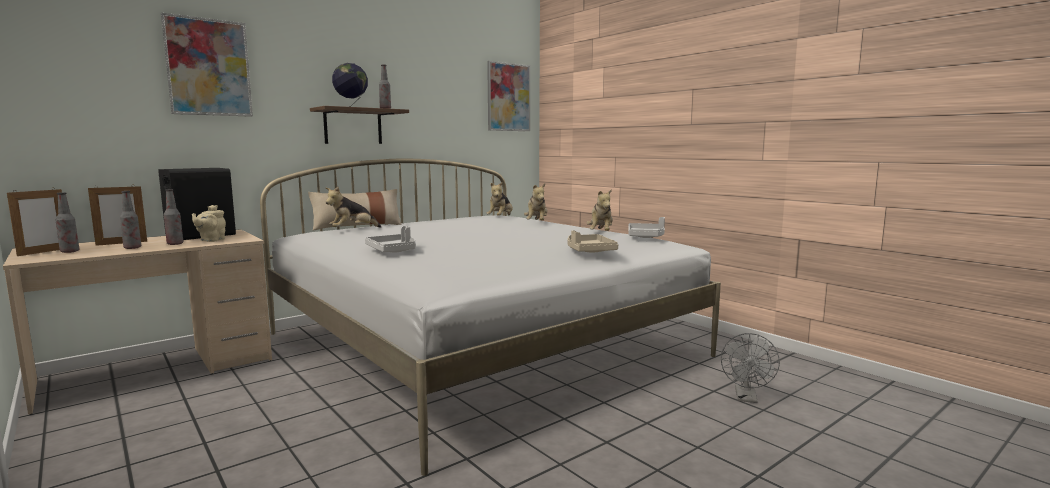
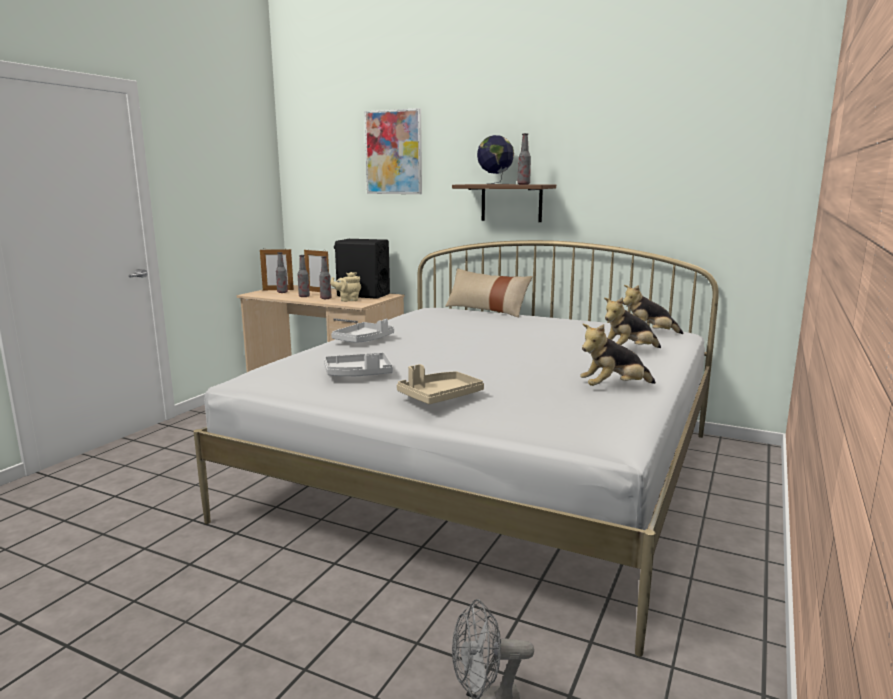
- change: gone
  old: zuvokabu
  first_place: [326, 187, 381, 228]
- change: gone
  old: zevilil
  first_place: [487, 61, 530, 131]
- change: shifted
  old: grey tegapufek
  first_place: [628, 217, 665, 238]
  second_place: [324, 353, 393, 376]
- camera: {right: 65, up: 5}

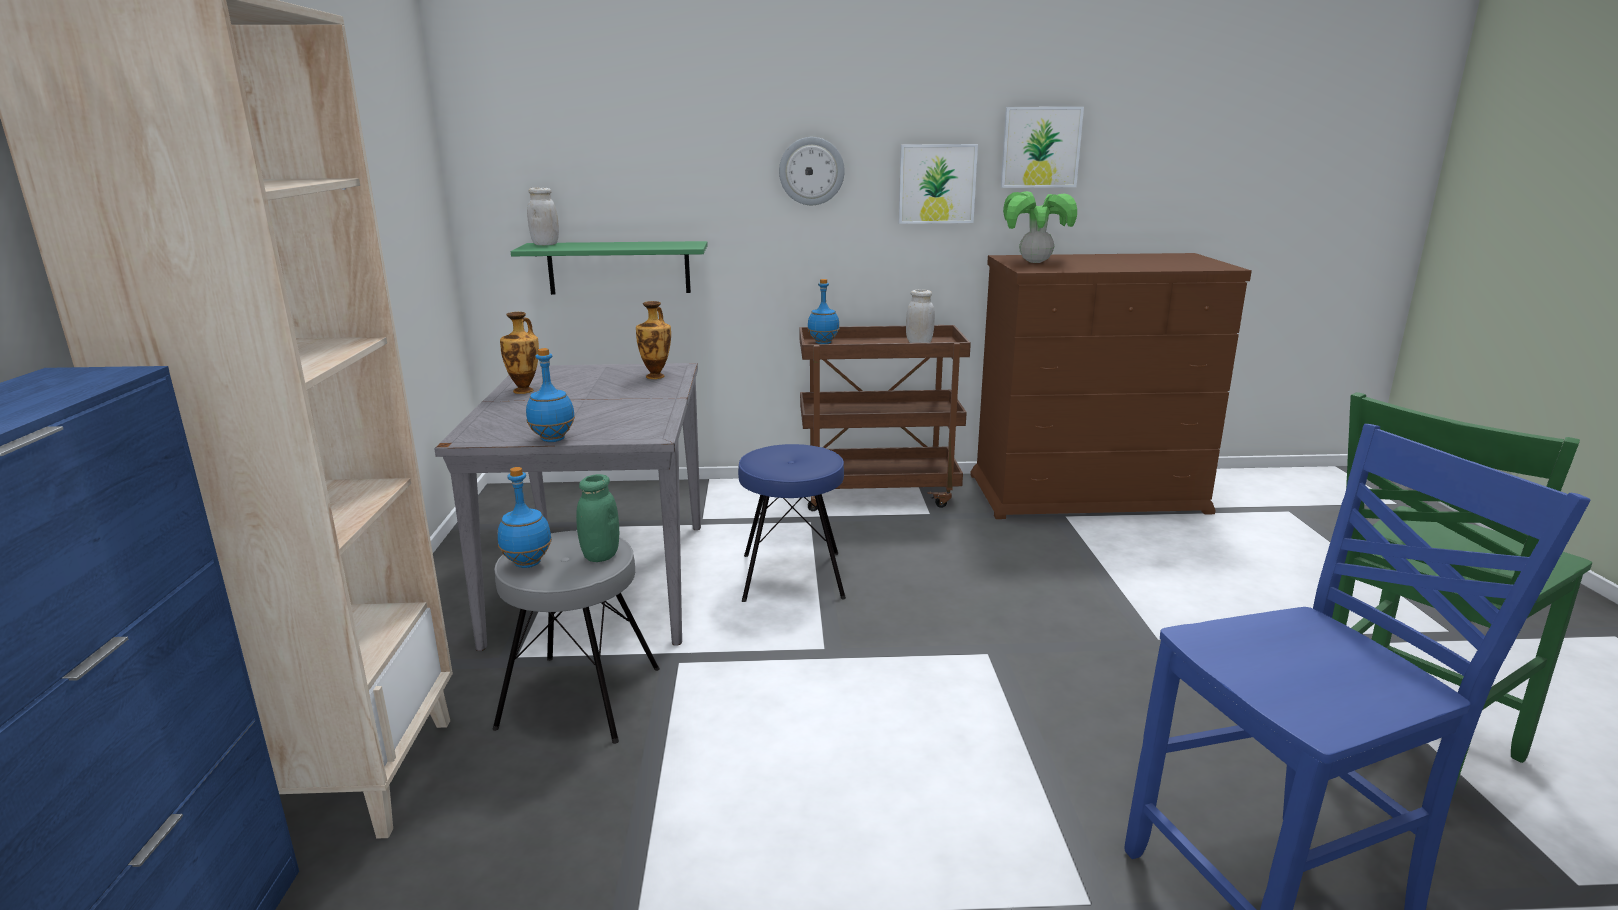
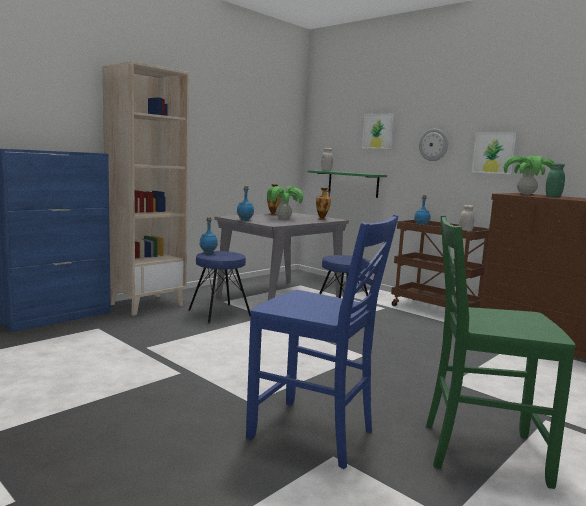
- change: new
  new: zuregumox
  second_place: [267, 186, 303, 219]
- change: shifted
  old: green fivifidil
  first_place: [576, 474, 619, 562]
  second_place: [546, 163, 565, 197]
- change: shifted
  old: zevilil
  first_place: [1001, 107, 1084, 188]
  second_place: [362, 113, 395, 149]
- change: repainted
  old: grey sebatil
  new: blue sebatil
  first_place: [493, 531, 660, 744]
  second_place: [188, 251, 251, 324]
- camera: {right: 45, up: -10}

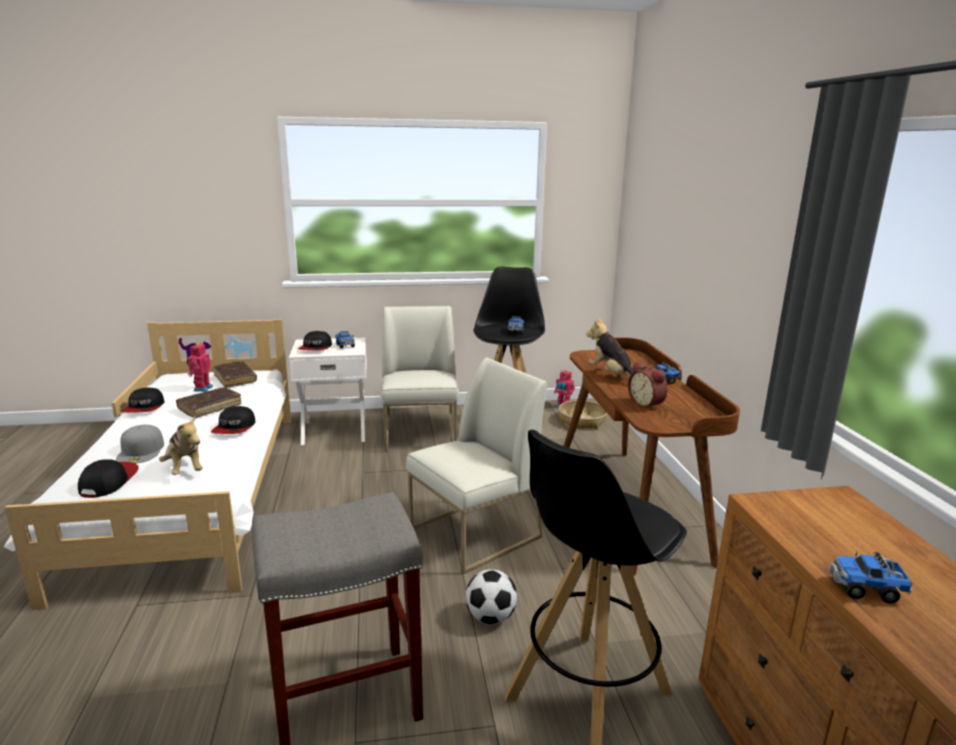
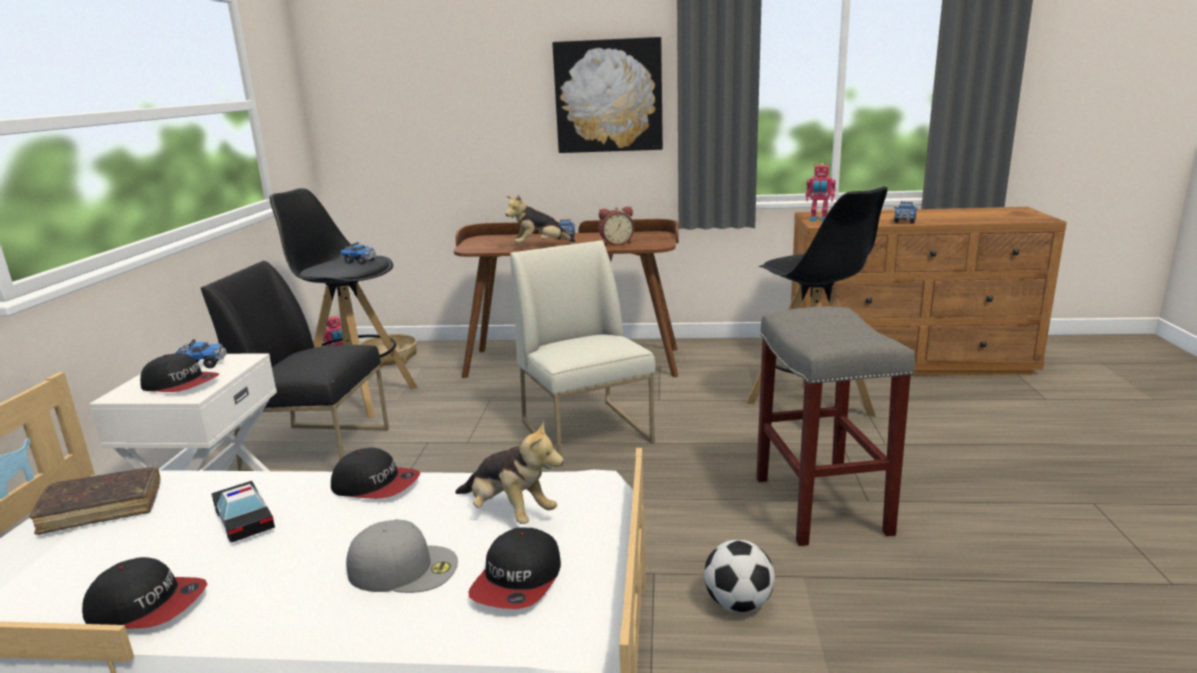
- change: new
  new: zevilil
  second_place: [552, 37, 663, 153]
- change: shifted
  old: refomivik
  first_place: [187, 342, 213, 392]
  second_place: [806, 163, 836, 221]
- change: shifted
  old: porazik
  first_place: [466, 569, 517, 624]
  second_place: [704, 540, 775, 612]
- change: swapped
  old: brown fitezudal
  new: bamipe
  first_place: [176, 388, 242, 418]
  second_place: [211, 481, 275, 542]
- change: repainted
  old: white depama
  new: black depama
  first_place: [380, 306, 459, 452]
  second_place: [201, 261, 389, 472]
- change: rotated
  old: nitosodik
  first_place: [78, 459, 139, 498]
  second_place: [469, 528, 561, 609]
  degrees: -90
- change: rotated
  old: zuvokabu
  first_place: [159, 416, 203, 475]
  second_place: [455, 420, 564, 524]
  degrees: 60
- camera: {right: -75, up: 0}

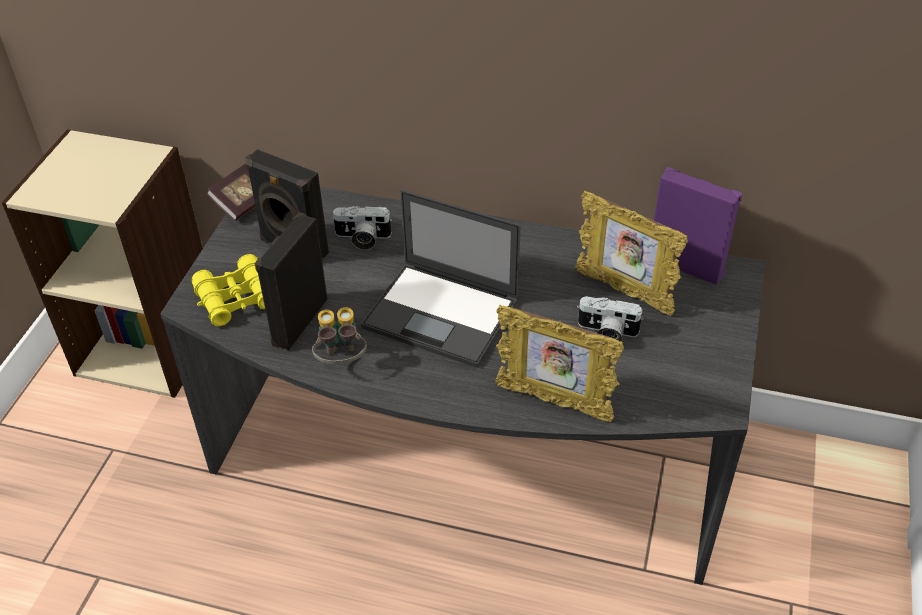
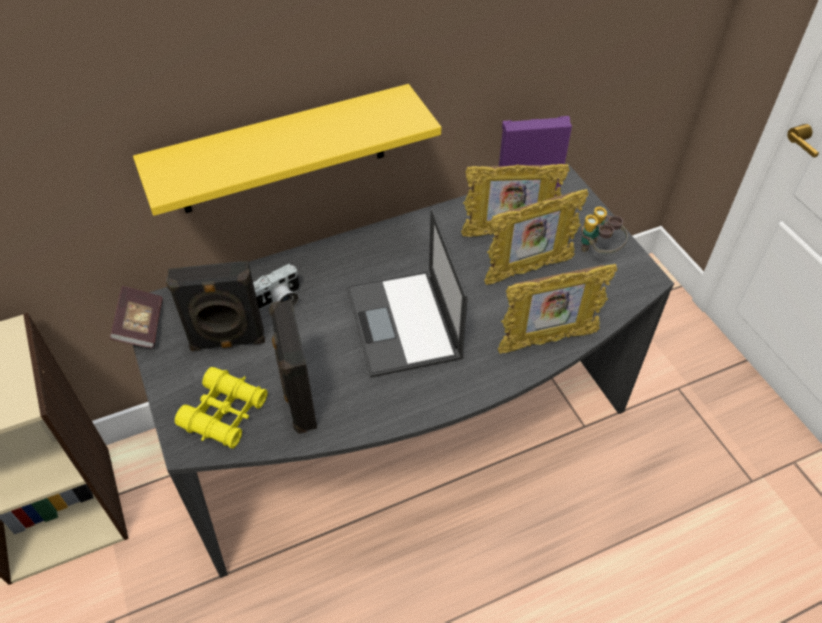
- change: new
  new: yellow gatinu
  second_place: [133, 84, 441, 216]
- change: shifted
  old: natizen
  first_place: [312, 307, 367, 365]
  second_place: [581, 206, 628, 254]
- change: swapped
  old: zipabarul
  new: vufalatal
  first_place: [577, 296, 644, 342]
  second_place: [484, 189, 588, 285]
- change: rotated
  old: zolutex
  first_place: [361, 190, 521, 368]
  second_place: [347, 208, 468, 378]
  degrees: 90
- camera: {right: -40, up: 5}

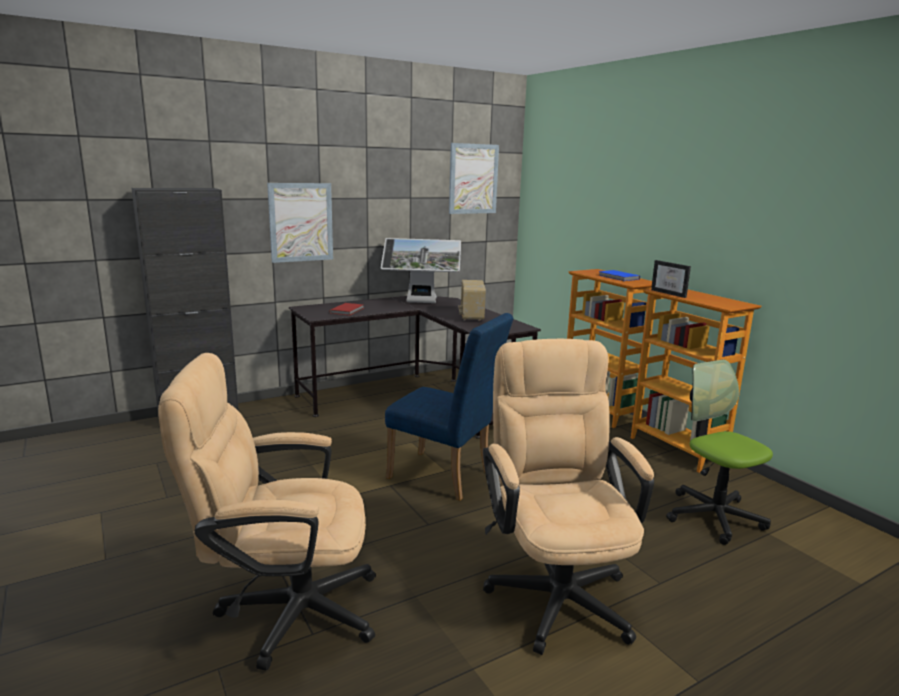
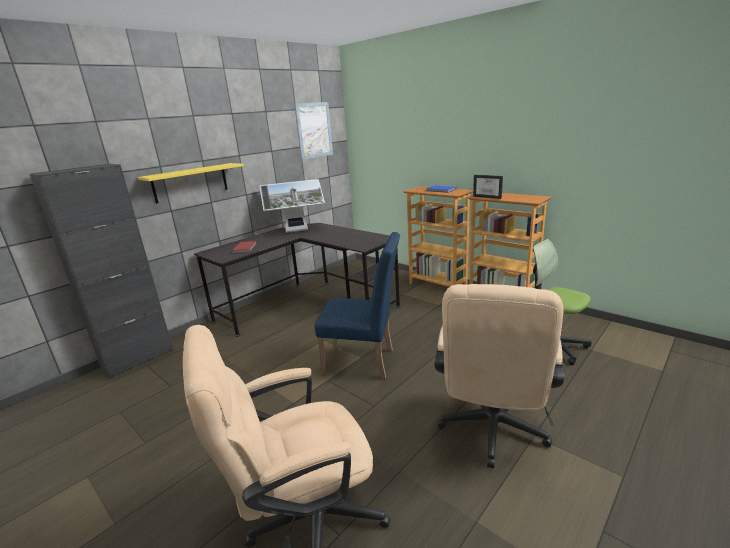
- change: gone
  old: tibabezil
  first_place: [459, 280, 486, 321]
- change: swapped
  old: zevilil
  new: yellow gatinu
  first_place: [267, 183, 333, 263]
  second_place: [138, 163, 244, 204]
- change: rotated
  old: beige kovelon
  first_place: [483, 339, 654, 655]
  second_place: [435, 284, 564, 468]
  degrees: -135
- camera: {right: -15, up: 5}

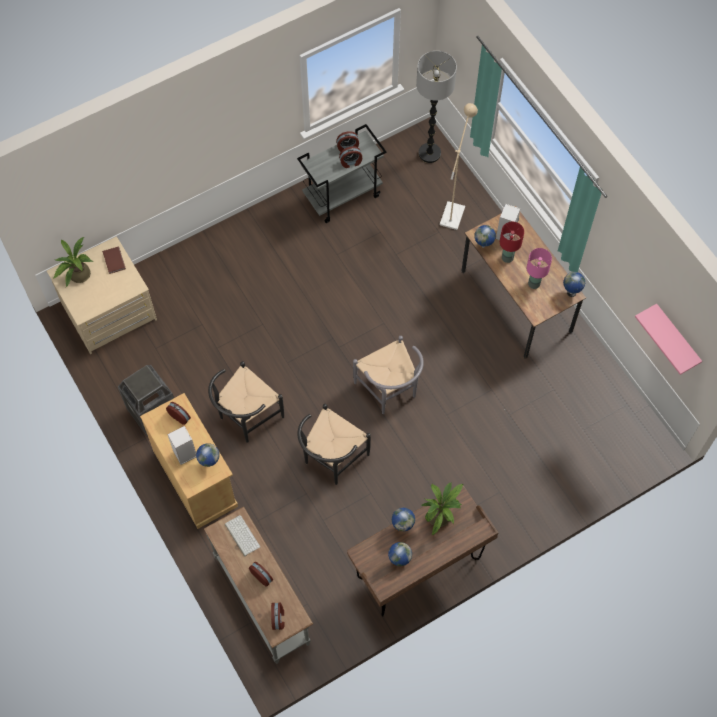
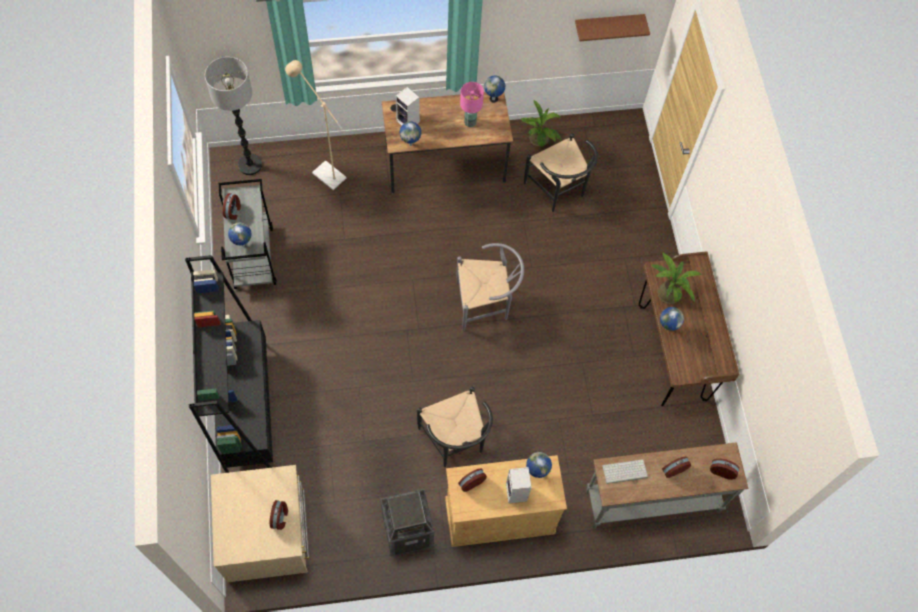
- change: gone
  old: brown fitezudal
  first_place: [102, 247, 126, 274]
- change: gone
  old: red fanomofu
  first_place: [500, 222, 524, 263]
- change: new
  new: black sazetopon
  second_place: [185, 255, 273, 473]
- change: shifted
  old: zuregumox
  first_place: [54, 237, 93, 287]
  second_place: [521, 100, 562, 147]
- change: shifted
  old: black depama
  first_place: [297, 404, 371, 485]
  second_place: [524, 133, 598, 212]
- change: shifted
  old: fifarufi
  first_place: [339, 146, 362, 168]
  second_place: [270, 500, 288, 530]
- change: shifted
  old: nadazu
  first_place: [388, 542, 412, 566]
  second_place: [228, 222, 252, 246]
- change: repainted
  old: pink gatinu
  new: brown gatinu
  first_place: [635, 304, 702, 375]
  second_place: [575, 14, 650, 41]
- camera: {right: -70, up: 0}

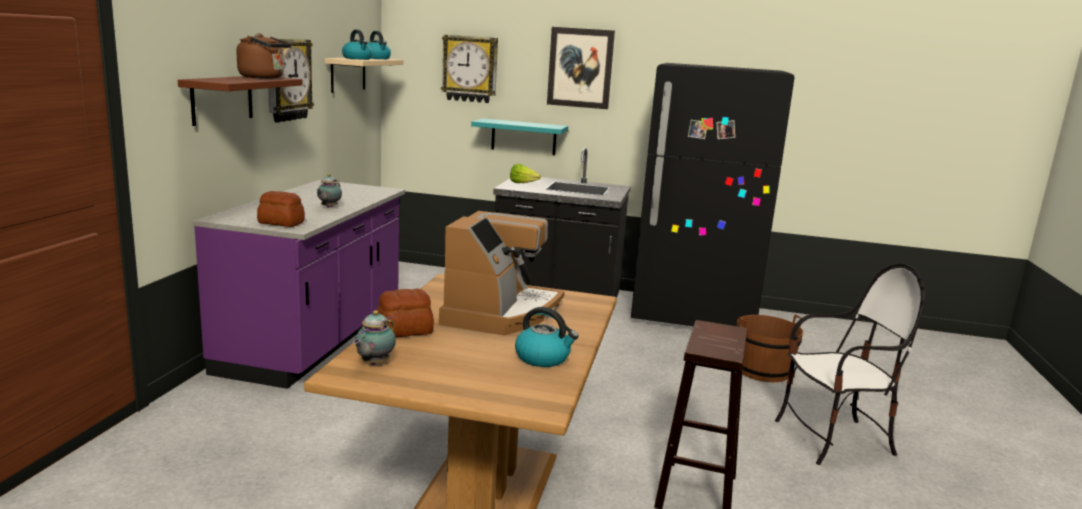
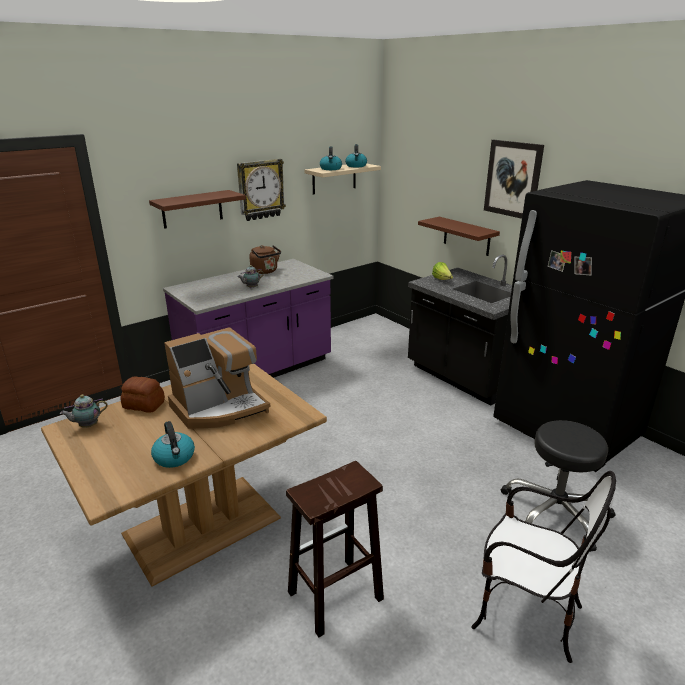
- change: gone
  old: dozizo
  first_place: [257, 191, 305, 227]
- change: gone
  old: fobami
  first_place: [441, 35, 498, 103]
- change: shifted
  old: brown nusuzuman
  first_place: [236, 33, 292, 79]
  second_place: [249, 245, 281, 274]
- change: swapped
  old: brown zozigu
  new: black sebatil
  first_place: [737, 314, 803, 382]
  second_place: [501, 420, 615, 552]
- change: repainted
  old: turquoise gatinu
  new: brown gatinu
  first_place: [471, 118, 568, 155]
  second_place: [418, 217, 500, 256]
- camera: {right: 40, up: 10}

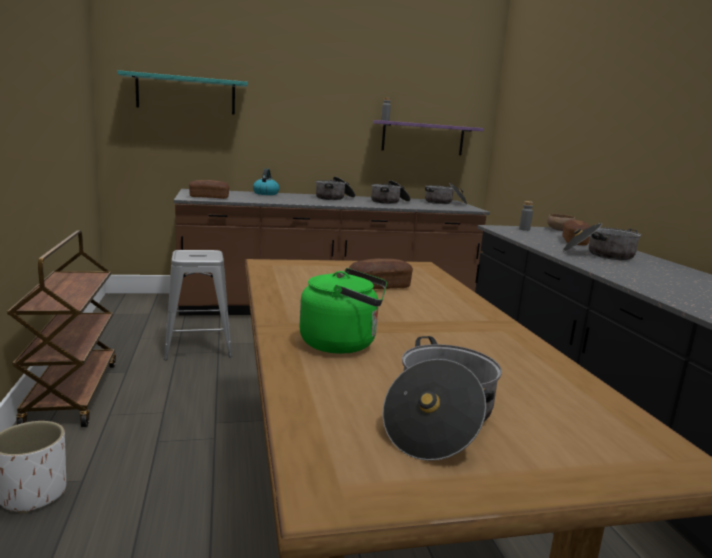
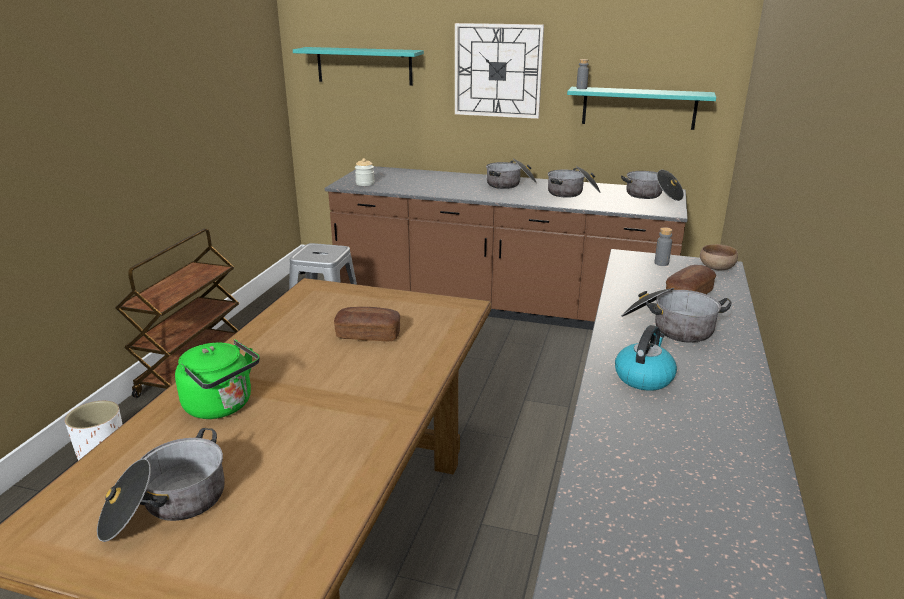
- change: new
  new: fobami
  second_place: [455, 23, 544, 119]
- change: shifted
  old: nusuzuman
  first_place: [253, 168, 280, 195]
  second_place: [615, 325, 677, 391]
- change: swapped
  old: dozizo
  new: fivifidil
  first_place: [189, 180, 230, 199]
  second_place: [355, 158, 375, 186]
- change: repainted
  old: purple gatinu
  new: turquoise gatinu
  first_place: [373, 120, 484, 155]
  second_place: [567, 87, 716, 130]
- camera: {right: 30, up: 10}

